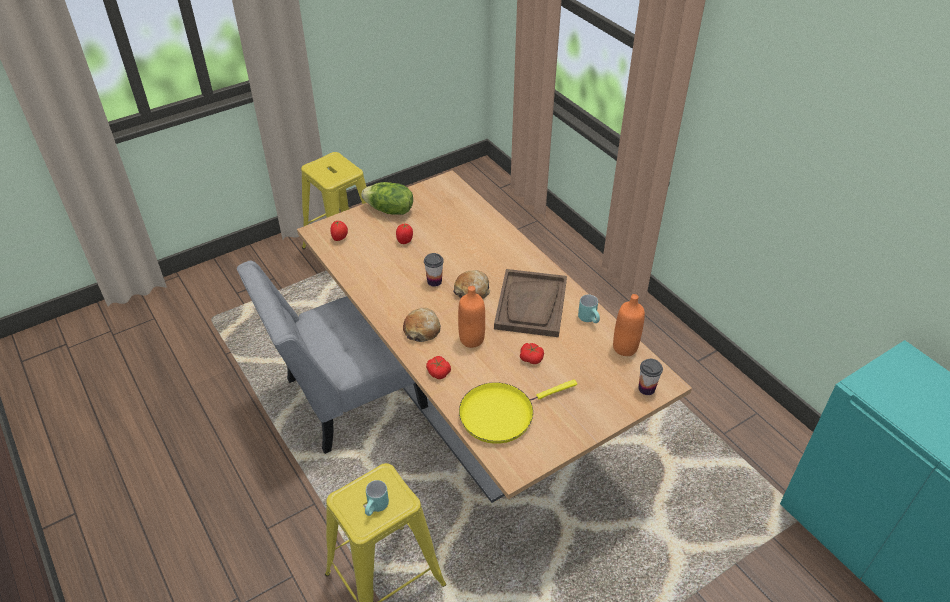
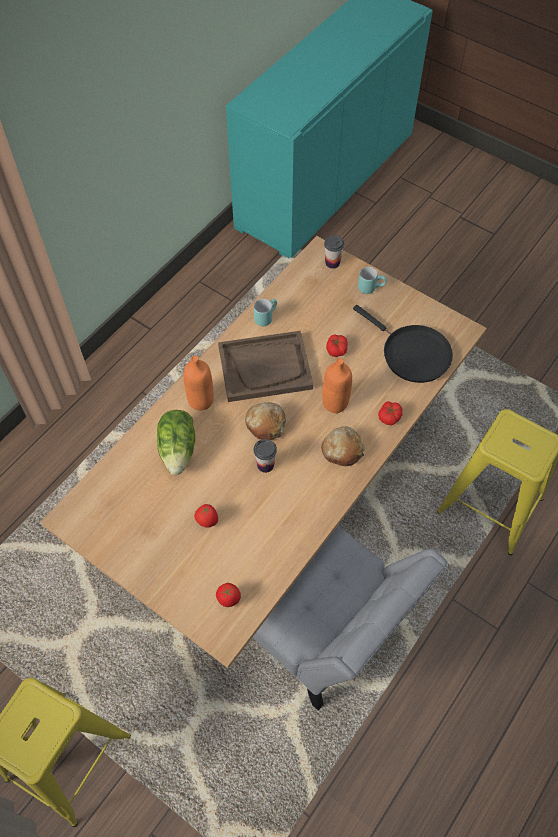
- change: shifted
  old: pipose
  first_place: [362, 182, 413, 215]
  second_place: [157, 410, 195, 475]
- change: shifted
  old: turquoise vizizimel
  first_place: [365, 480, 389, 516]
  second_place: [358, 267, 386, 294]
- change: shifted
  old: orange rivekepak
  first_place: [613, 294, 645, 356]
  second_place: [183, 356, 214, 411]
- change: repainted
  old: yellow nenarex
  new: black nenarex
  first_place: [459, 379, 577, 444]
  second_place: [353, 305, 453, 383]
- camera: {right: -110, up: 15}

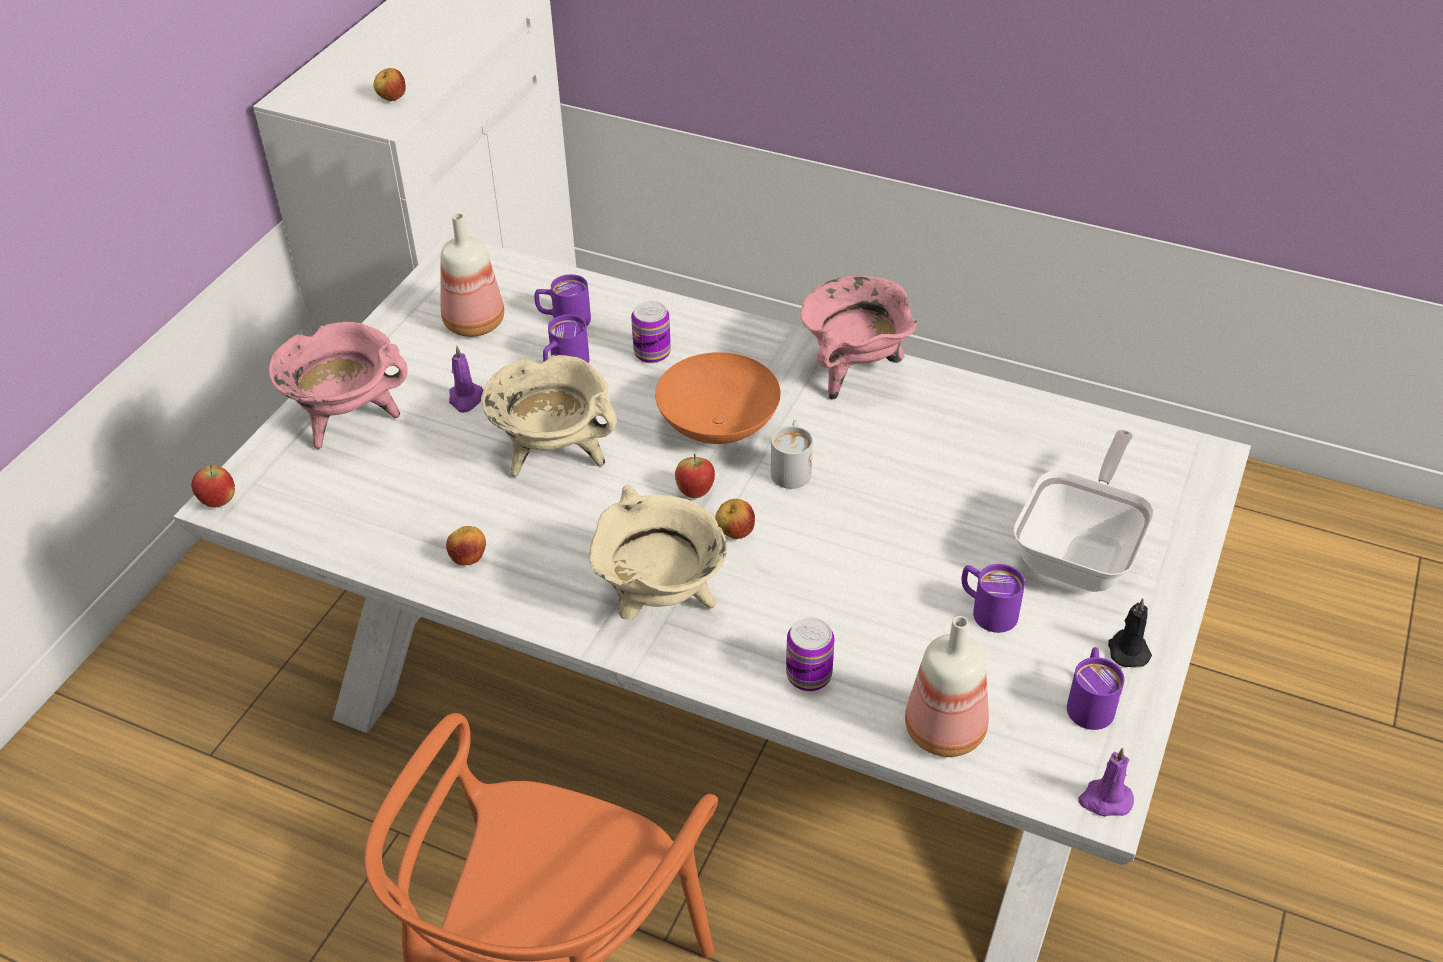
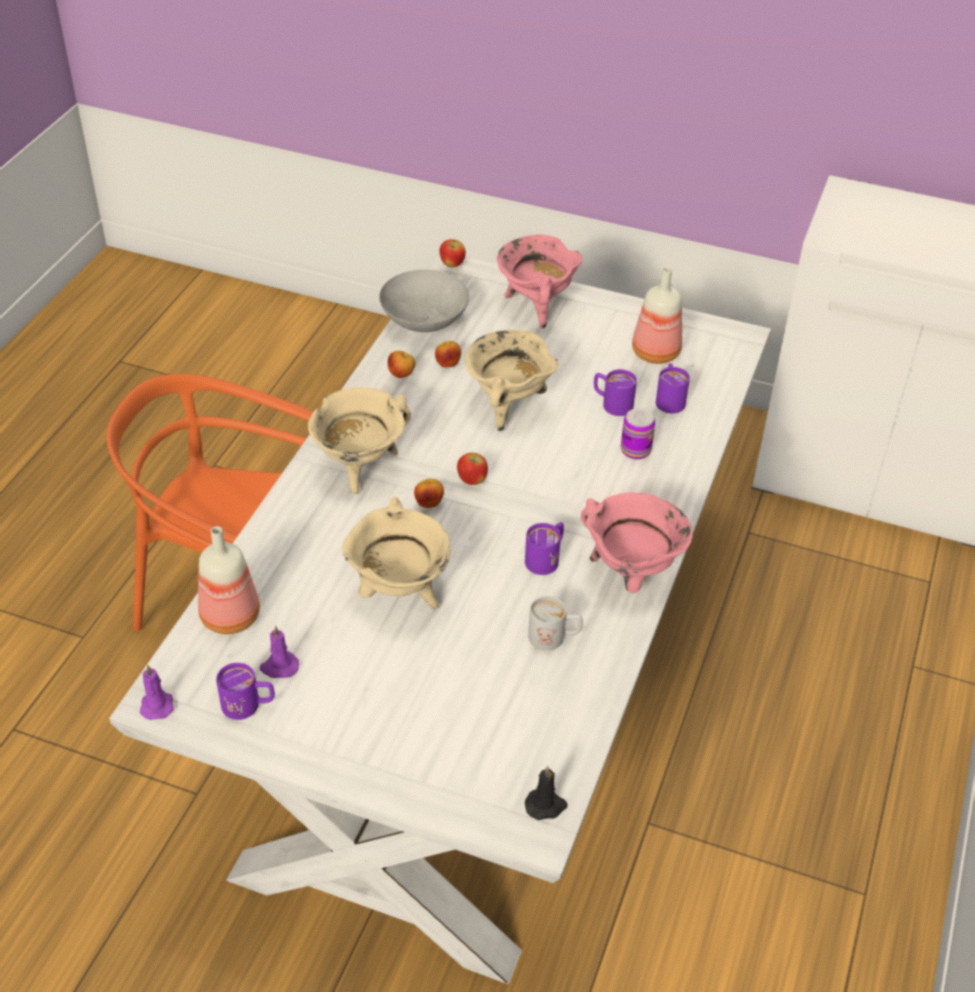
- change: gone
  old: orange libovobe
  first_place: [655, 352, 780, 444]
- change: gone
  old: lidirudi
  first_place: [786, 617, 835, 691]
- change: gone
  old: nenarex
  first_place: [1013, 430, 1155, 592]
- change: new
  new: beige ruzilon
  second_place: [342, 497, 450, 609]
- change: new
  new: grey libovobe
  second_place: [379, 270, 469, 332]
- change: shifted
  old: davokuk
  first_place: [373, 68, 406, 101]
  second_place: [435, 341, 461, 368]
- change: shifted
  old: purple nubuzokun
  first_place: [449, 346, 483, 413]
  second_place: [259, 625, 299, 678]
- change: shifted
  old: white vizizimel
  first_place: [771, 420, 813, 489]
  second_place: [528, 596, 583, 651]
- change: shifted
  old: purple vizizimel
  first_place: [962, 564, 1025, 633]
  second_place: [525, 522, 564, 575]
- change: shifted
  old: black nubuzokun
  first_place: [1108, 599, 1152, 667]
  second_place: [525, 766, 568, 820]
- camera: {right: 85, up: 0}

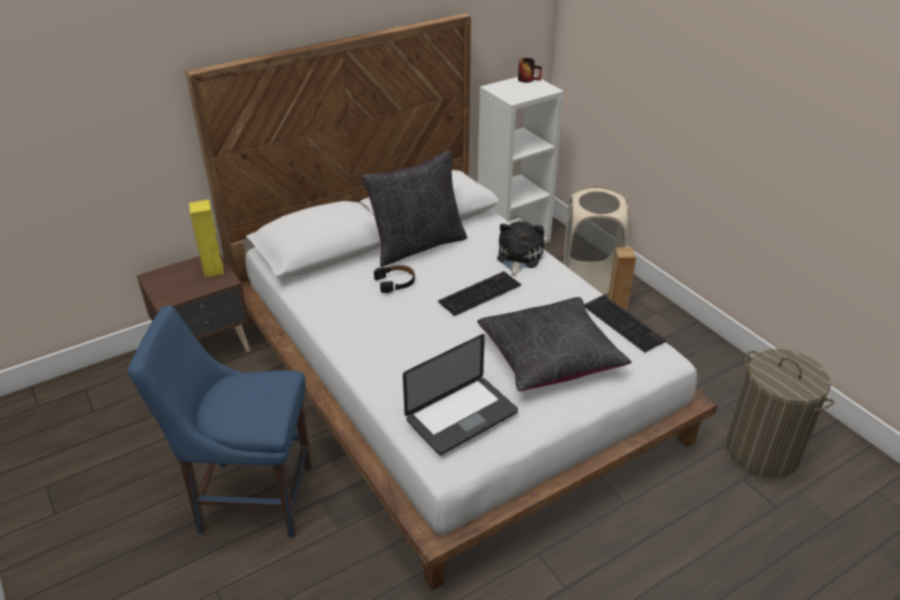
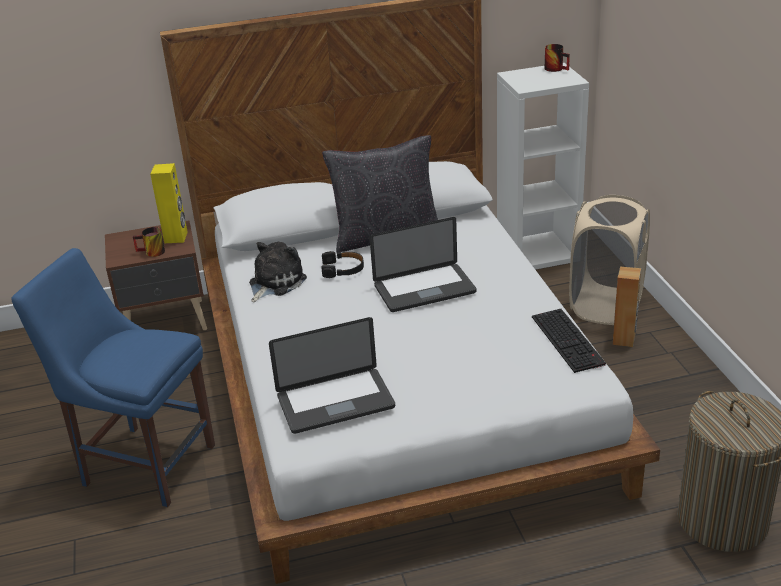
- change: gone
  old: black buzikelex
  first_place: [477, 297, 632, 391]
- change: new
  new: vizizimel
  second_place: [133, 227, 165, 257]
- change: shifted
  old: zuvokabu
  first_place: [497, 221, 544, 277]
  second_place: [249, 242, 307, 302]
- change: swapped
  old: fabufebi
  new: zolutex
  first_place: [438, 271, 521, 316]
  second_place: [370, 217, 477, 312]
- camera: {right: 20, up: -5}

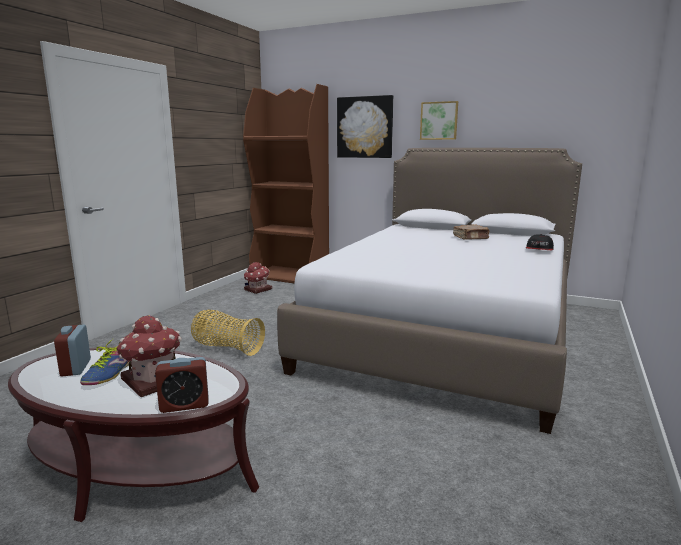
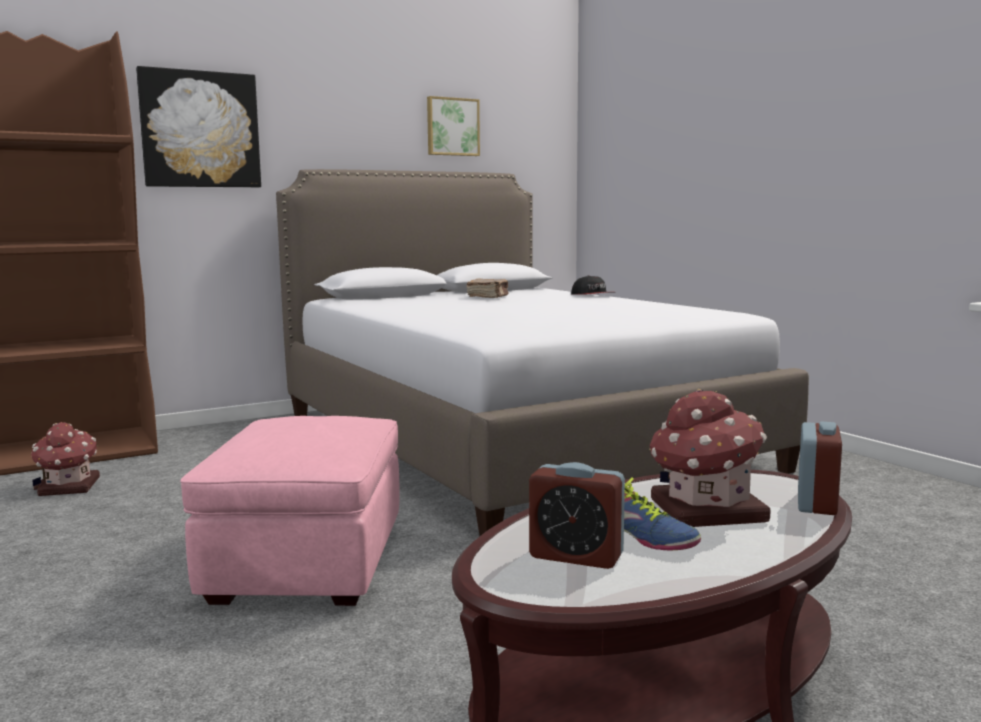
- change: shifted
  old: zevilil
  first_place: [420, 101, 458, 140]
  second_place: [427, 96, 480, 156]
- change: swapped
  old: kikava
  new: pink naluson
  first_place: [191, 309, 265, 356]
  second_place: [180, 416, 400, 606]
- camera: {right: -55, up: -5}

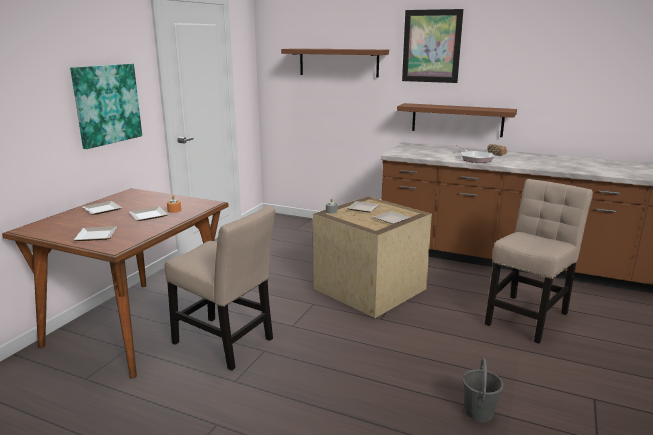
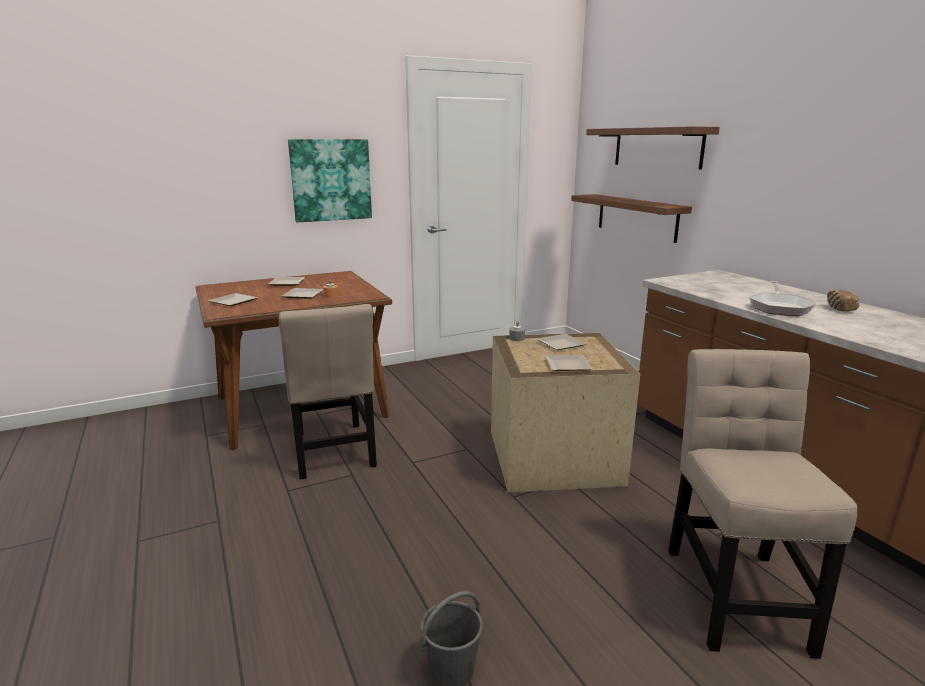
- change: gone
  old: zevilil
  first_place: [402, 9, 464, 83]
- change: shifted
  old: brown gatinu
  first_place: [397, 103, 517, 137]
  second_place: [571, 194, 692, 243]
- change: rotated
  old: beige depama
  first_place: [485, 179, 593, 344]
  second_place: [668, 349, 858, 659]
  degrees: -75
- camera: {right: 40, up: 0}

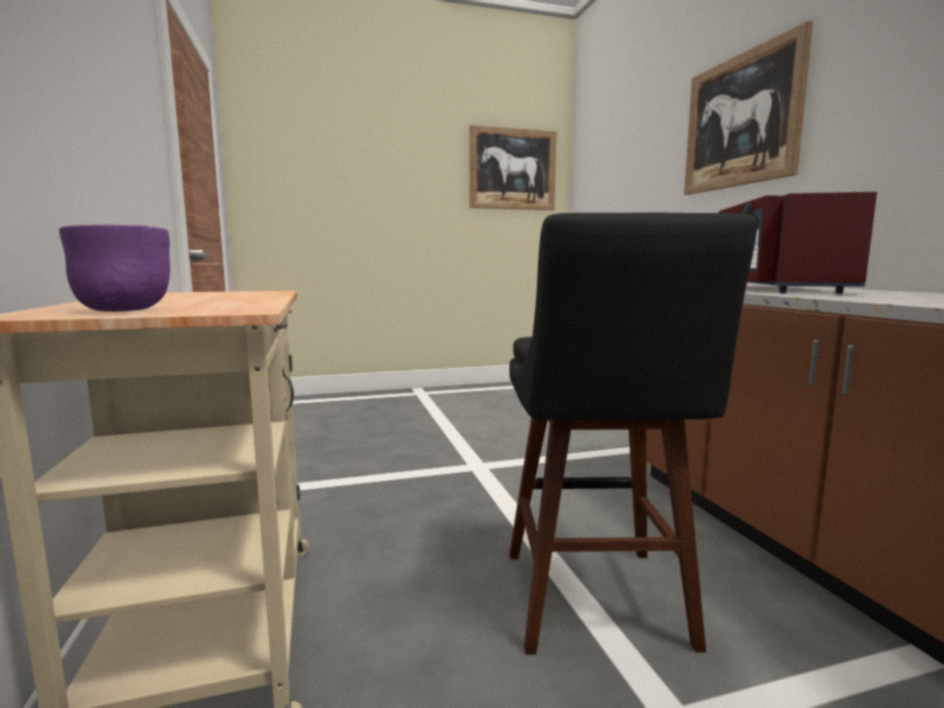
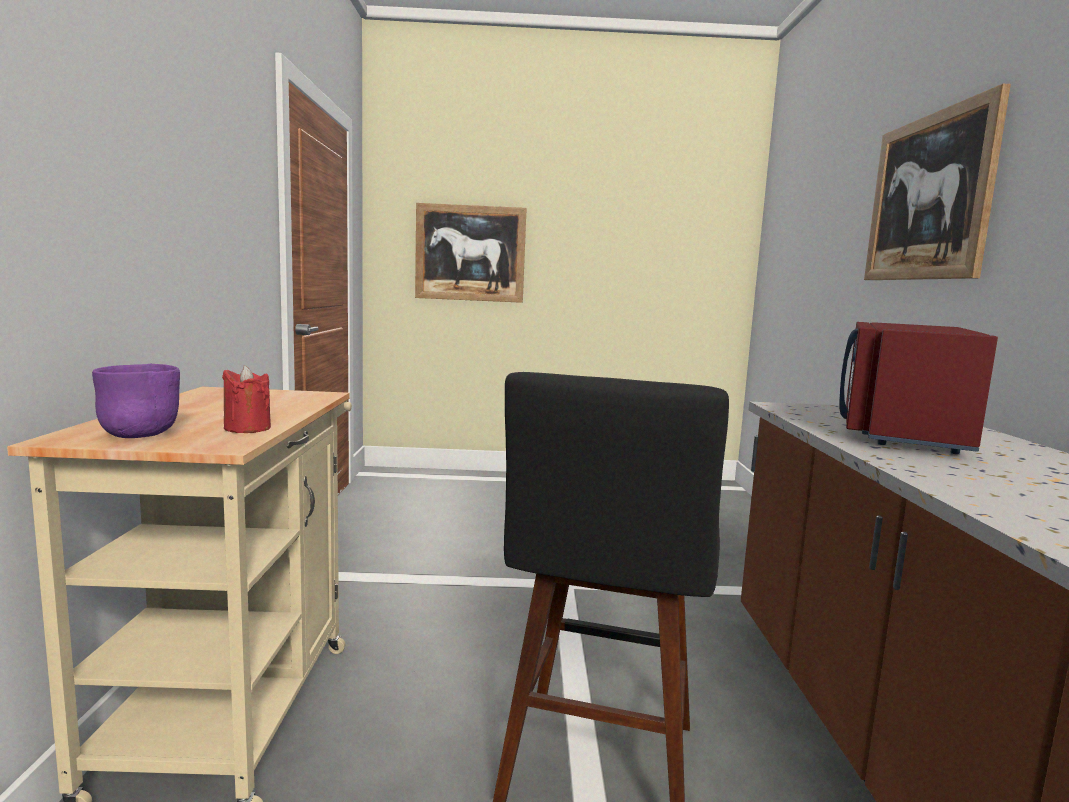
- change: new
  new: red nubuzokun
  second_place: [222, 365, 271, 433]
- change: shifted
  old: zevilil
  first_place: [469, 125, 557, 210]
  second_place: [415, 203, 527, 303]
- camera: {right: 15, up: 0}

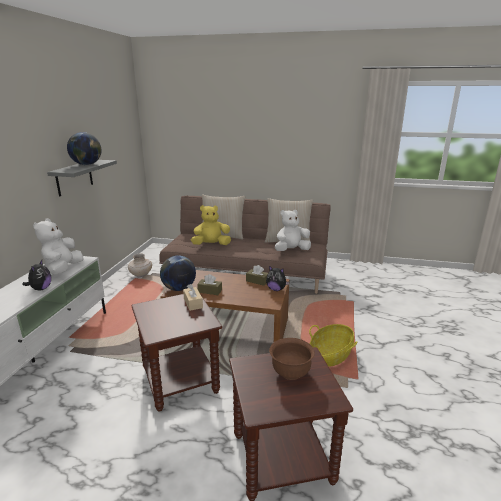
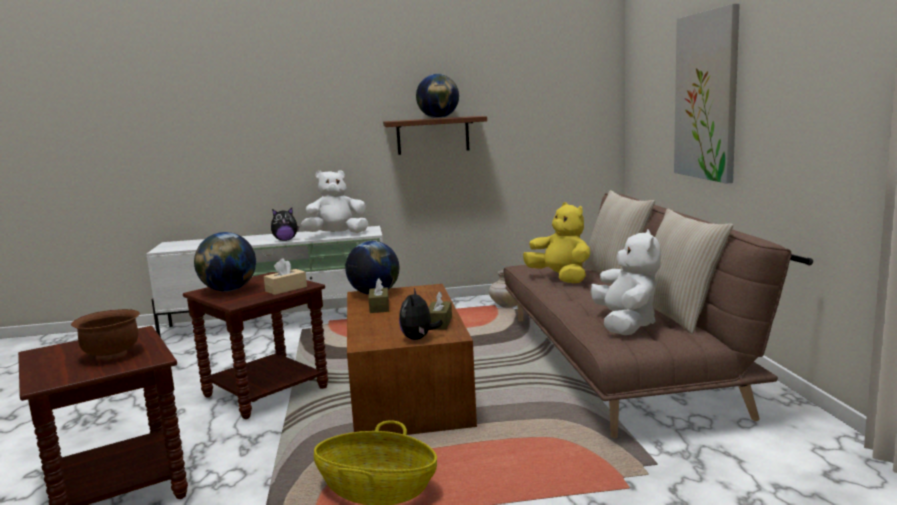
- change: new
  new: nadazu
  second_place: [194, 232, 256, 292]
- change: new
  new: zevilil
  second_place: [674, 4, 740, 184]
- change: repainted
  old: grey gatinu
  new: brown gatinu
  first_place: [47, 160, 117, 197]
  second_place: [383, 116, 487, 155]
- change: rotated
  old: white zuvokabu
  first_place: [275, 210, 311, 251]
  second_place: [591, 229, 661, 335]
  degrees: 45
- camera: {right: 70, up: -10}

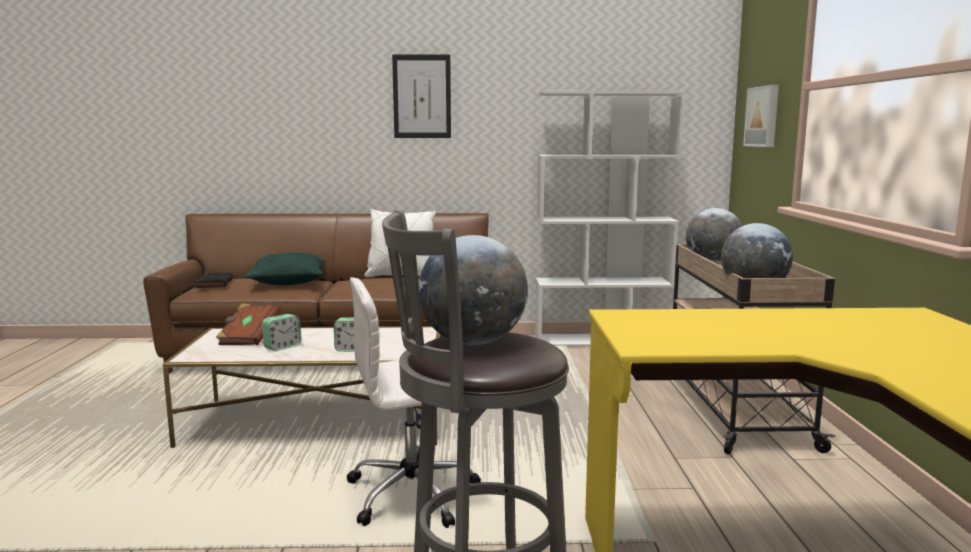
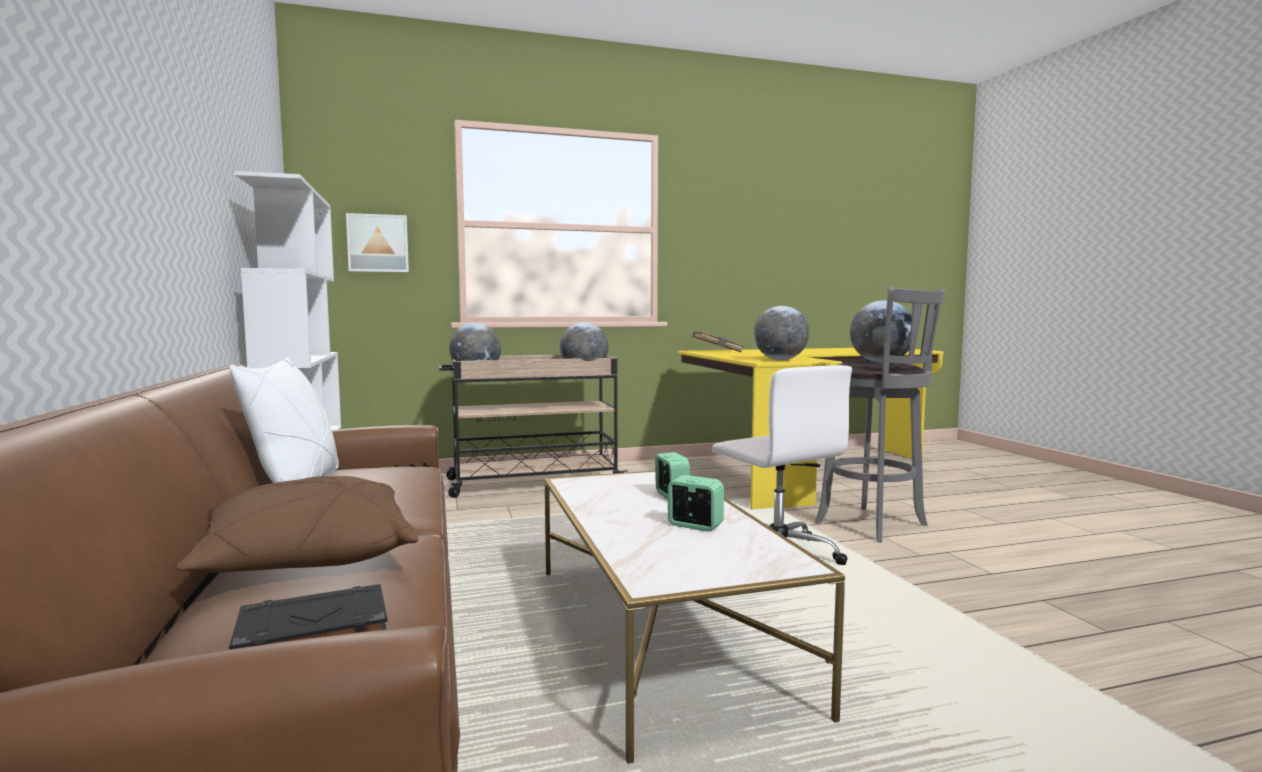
- change: gone
  old: zevilil
  first_place: [392, 54, 451, 138]
- change: new
  new: nadazu
  second_place: [754, 306, 809, 360]
- change: shifted
  old: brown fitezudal
  first_place: [216, 303, 281, 345]
  second_place: [693, 332, 744, 352]
- change: repainted
  old: green buzikelex
  new: brown buzikelex
  first_place: [245, 253, 325, 285]
  second_place: [176, 476, 418, 573]
- camera: {right: -105, up: -5}

